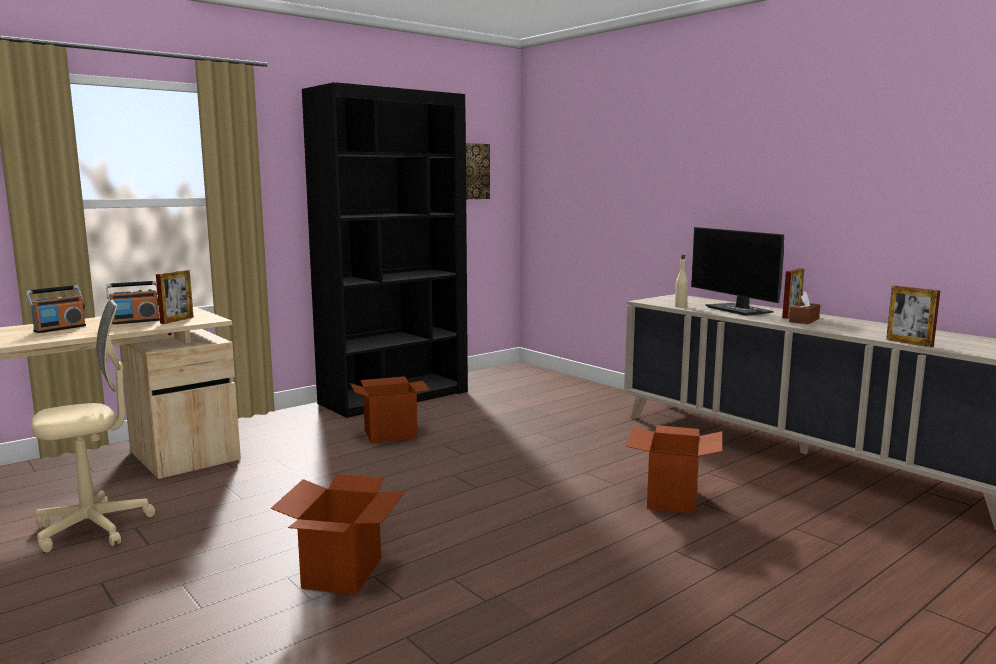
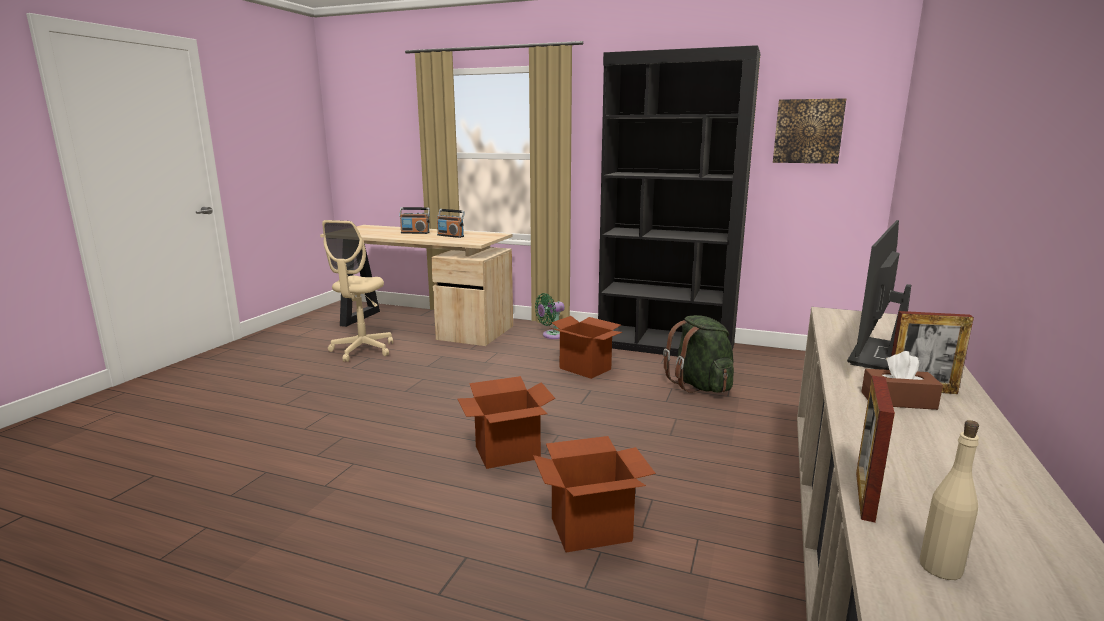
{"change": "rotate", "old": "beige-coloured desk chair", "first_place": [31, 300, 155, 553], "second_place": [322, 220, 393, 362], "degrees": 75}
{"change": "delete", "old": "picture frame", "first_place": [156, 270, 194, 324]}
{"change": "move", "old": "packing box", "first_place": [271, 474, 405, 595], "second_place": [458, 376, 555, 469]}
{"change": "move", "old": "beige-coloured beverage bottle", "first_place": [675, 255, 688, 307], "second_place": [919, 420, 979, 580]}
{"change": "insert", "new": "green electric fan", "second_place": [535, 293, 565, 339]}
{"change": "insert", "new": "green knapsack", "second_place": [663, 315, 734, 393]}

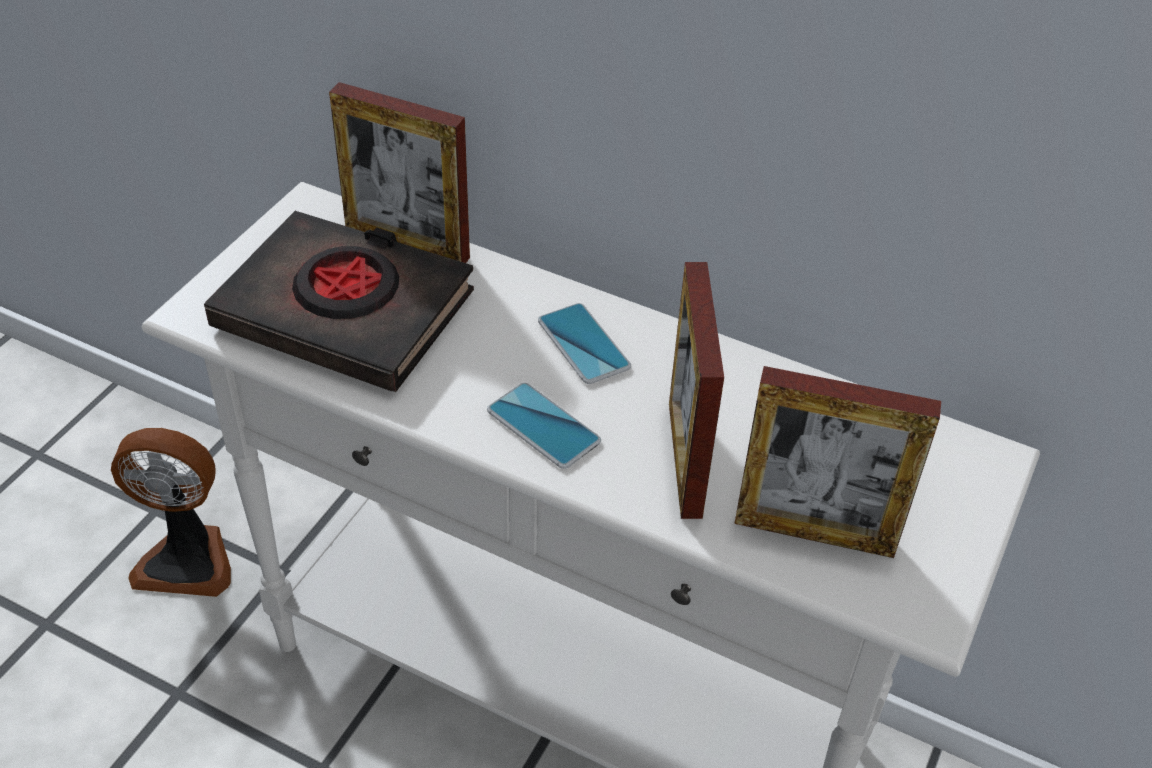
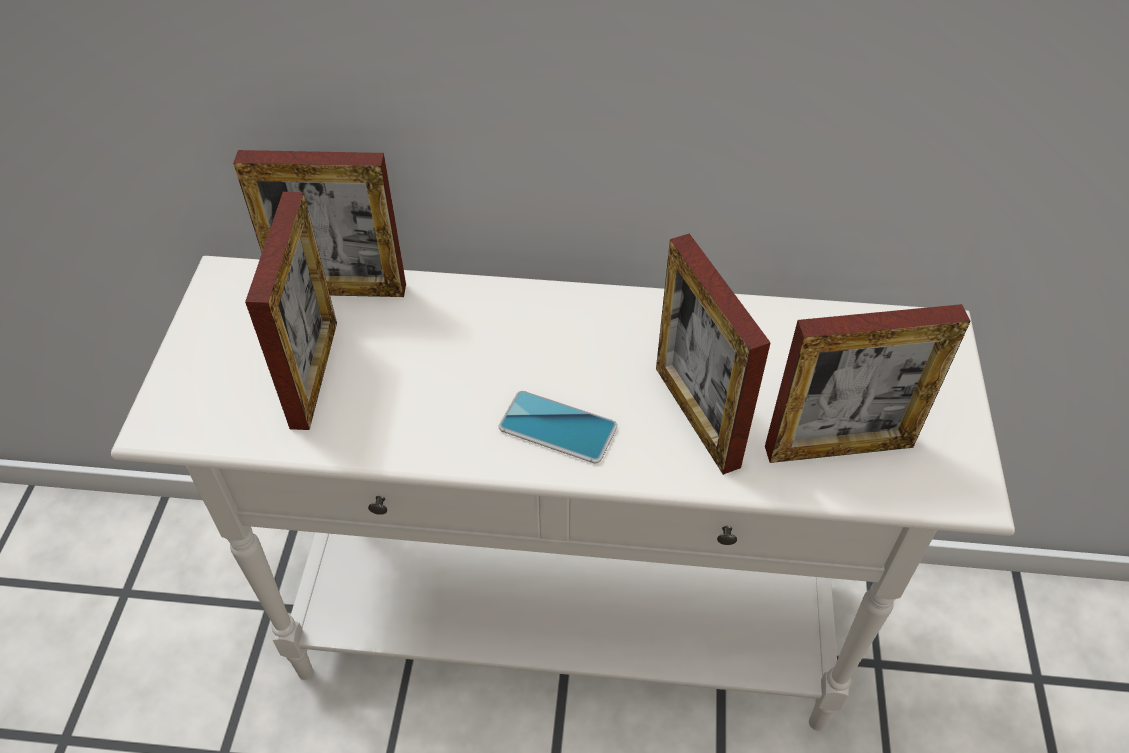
{"change": "delete", "old": "electric fan", "first_place": [111, 428, 231, 597]}
{"change": "replace", "old": "black volume", "new": "picture frame", "first_place": [204, 211, 474, 392], "second_place": [245, 192, 337, 430]}
{"change": "delete", "old": "handset", "first_place": [538, 303, 631, 384]}

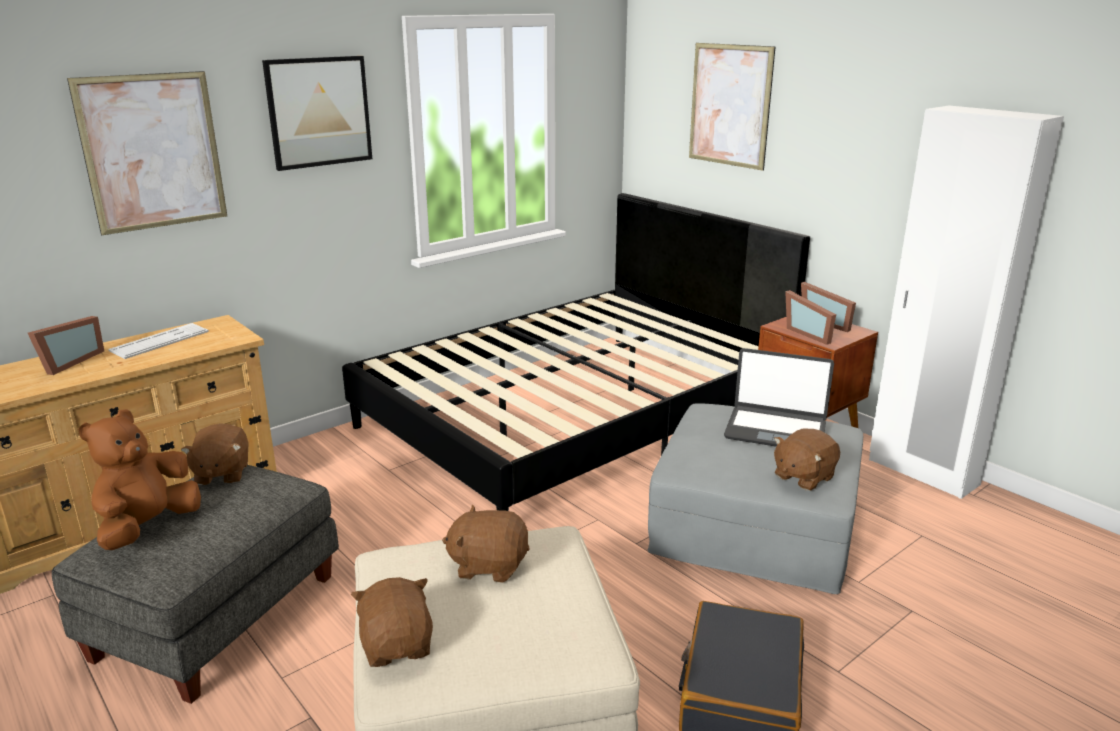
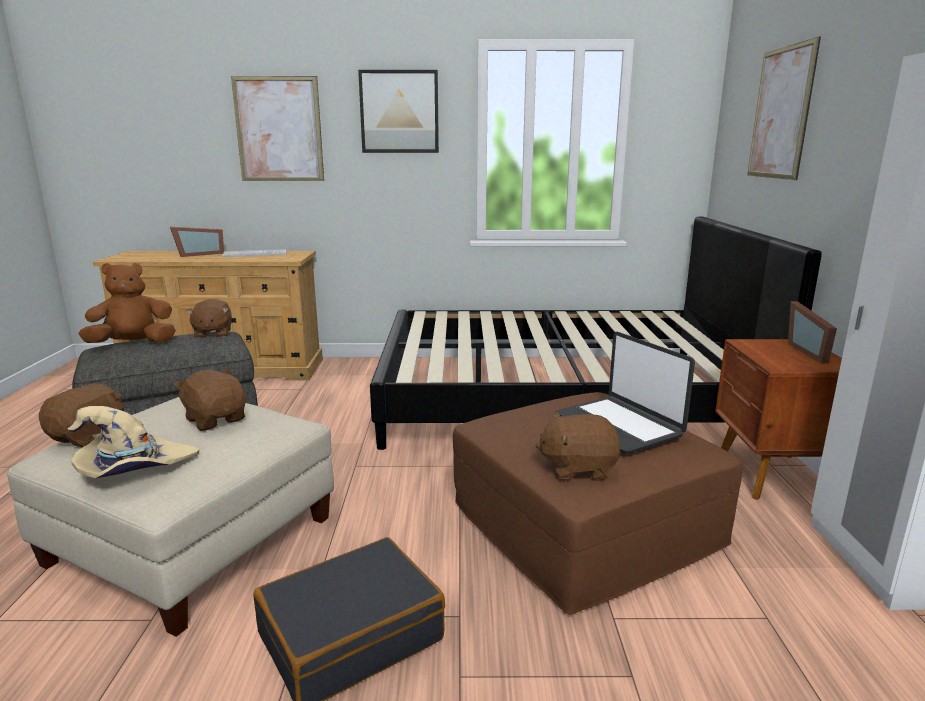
{"change": "rotate", "old": "brownish soft toy", "first_place": [181, 423, 249, 485], "second_place": [186, 299, 232, 338], "degrees": -45}
{"change": "recolor", "old": "gray ottoman", "new": "brownish ottoman", "first_place": [648, 404, 863, 594], "second_place": [453, 392, 742, 615]}
{"change": "delete", "old": "picture frame", "first_place": [785, 290, 836, 345]}
{"change": "insert", "new": "beige-coloured clothing hat", "second_place": [68, 406, 199, 478]}

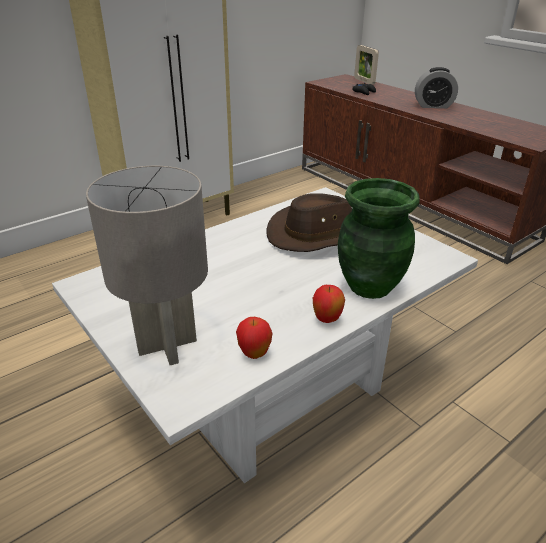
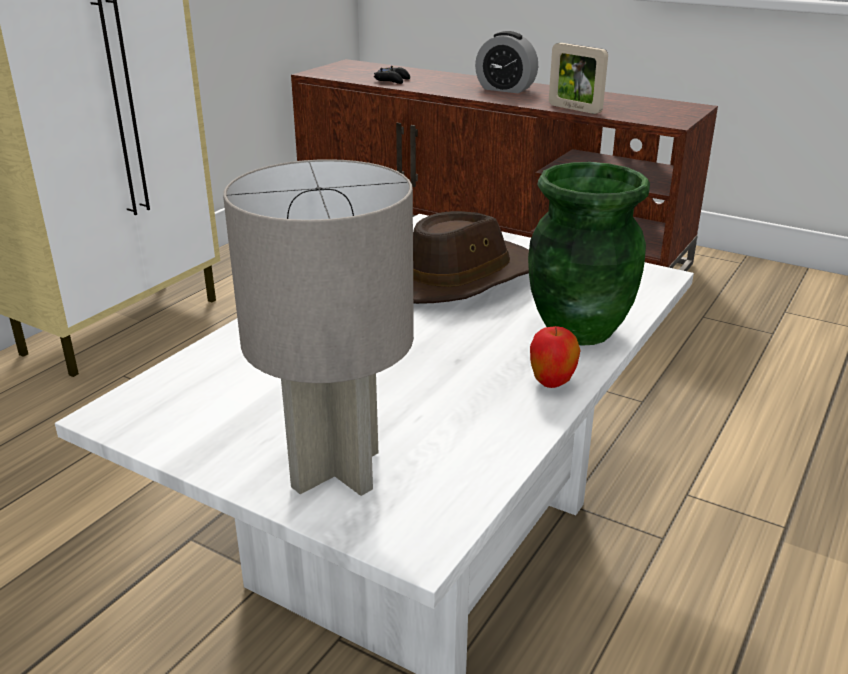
{"change": "delete", "old": "apple fruit", "first_place": [236, 317, 273, 359]}
{"change": "move", "old": "picture frame", "first_place": [354, 45, 379, 84], "second_place": [549, 43, 608, 114]}
{"change": "rotate", "old": "bedside clock", "first_place": [415, 67, 458, 108], "second_place": [475, 31, 538, 93], "degrees": 45}

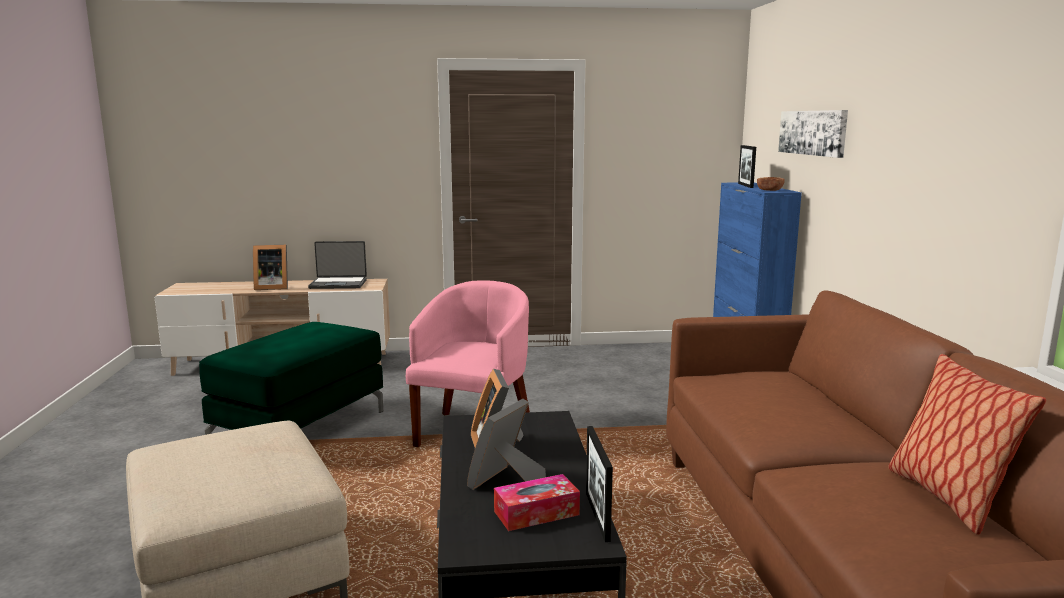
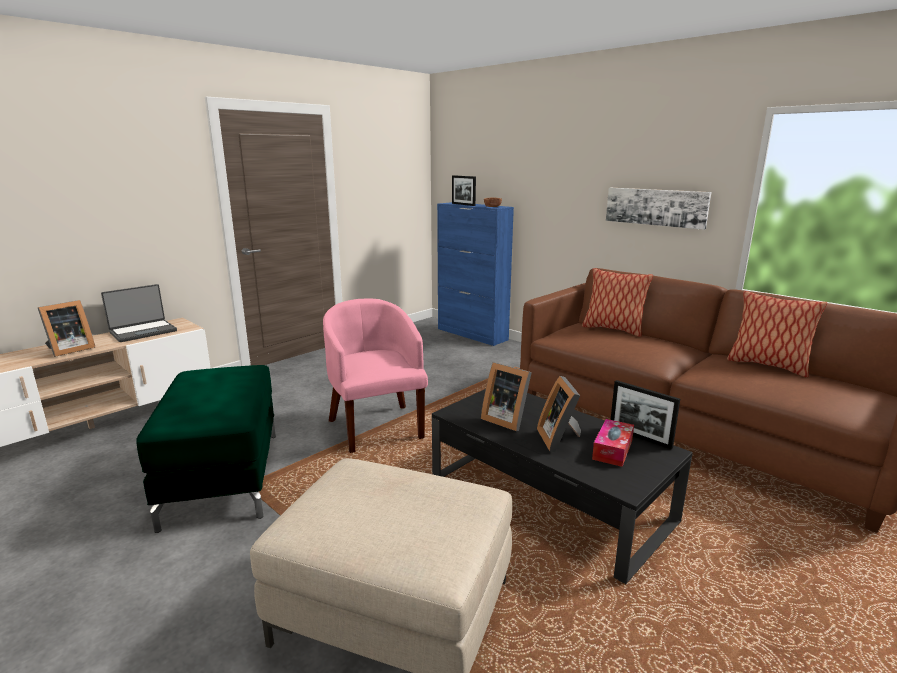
{"change": "move", "old": "picture", "first_place": [778, 110, 848, 158], "second_place": [606, 188, 712, 230]}
{"change": "insert", "new": "throw pillow", "second_place": [582, 268, 653, 337]}

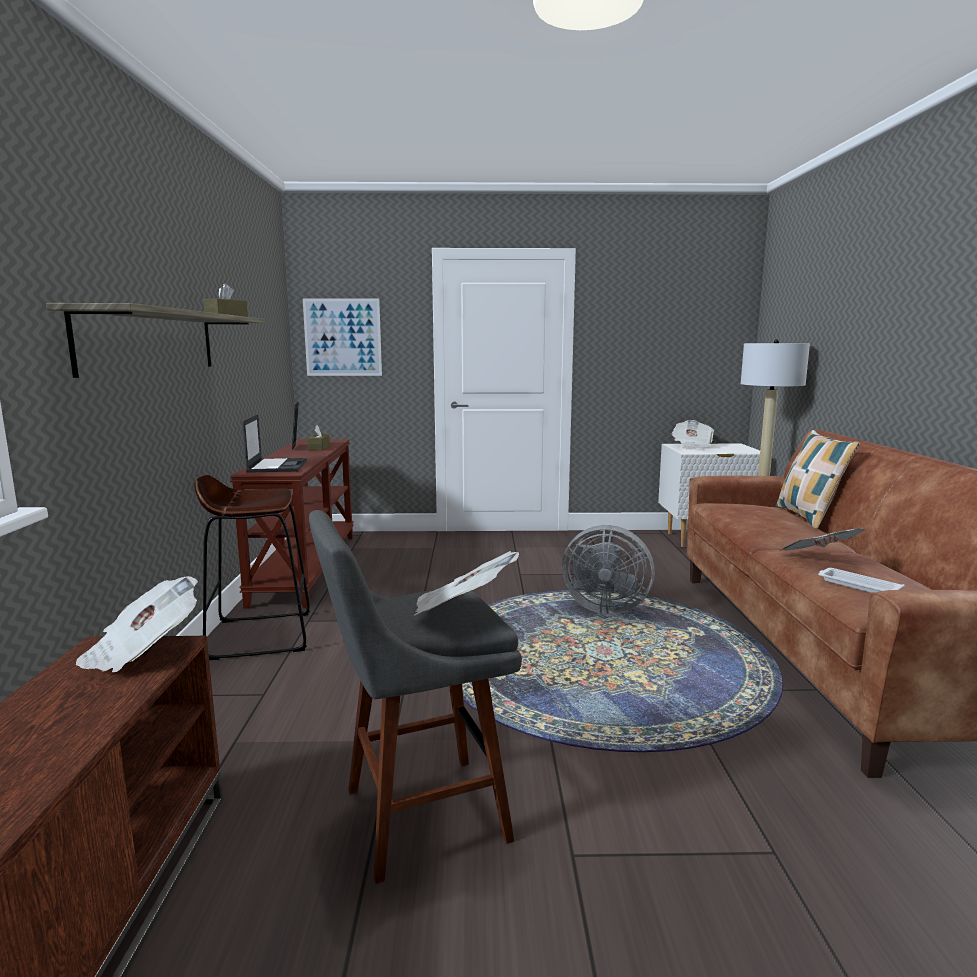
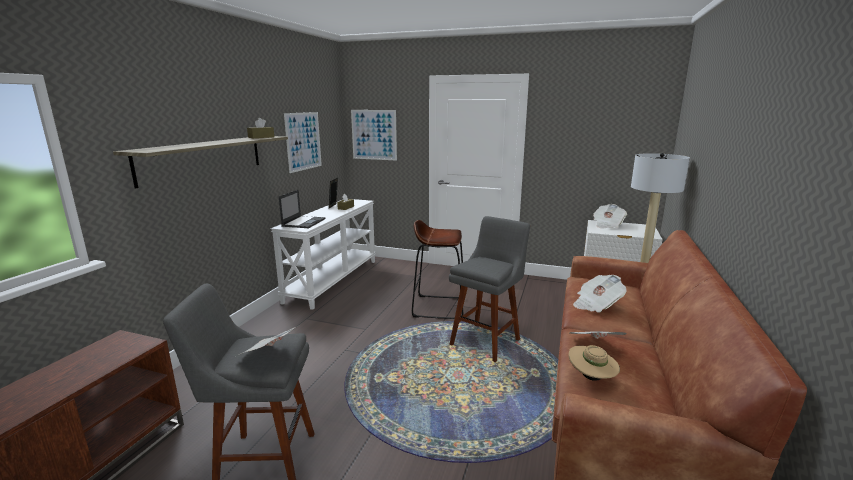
{"change": "move", "old": "printed paper", "first_place": [76, 576, 198, 673], "second_place": [573, 275, 627, 313]}
{"change": "move", "old": "brownish stool", "first_place": [194, 475, 310, 660], "second_place": [412, 220, 463, 319]}
{"change": "recolor", "old": "brownish narrow table", "new": "white-coloured narrow table", "first_place": [230, 439, 354, 609], "second_place": [271, 199, 376, 310]}
{"change": "replace", "old": "gray electric fan", "new": "gray stool", "first_place": [562, 525, 655, 615], "second_place": [449, 216, 530, 362]}
{"change": "delete", "old": "throw pillow", "first_place": [776, 430, 860, 529]}
{"change": "replace", "old": "white-coloured carrying tray", "new": "beige-coloured clothing hat", "first_place": [818, 568, 905, 593], "second_place": [568, 345, 620, 381]}
{"change": "insert", "new": "picture", "second_place": [284, 112, 322, 173]}

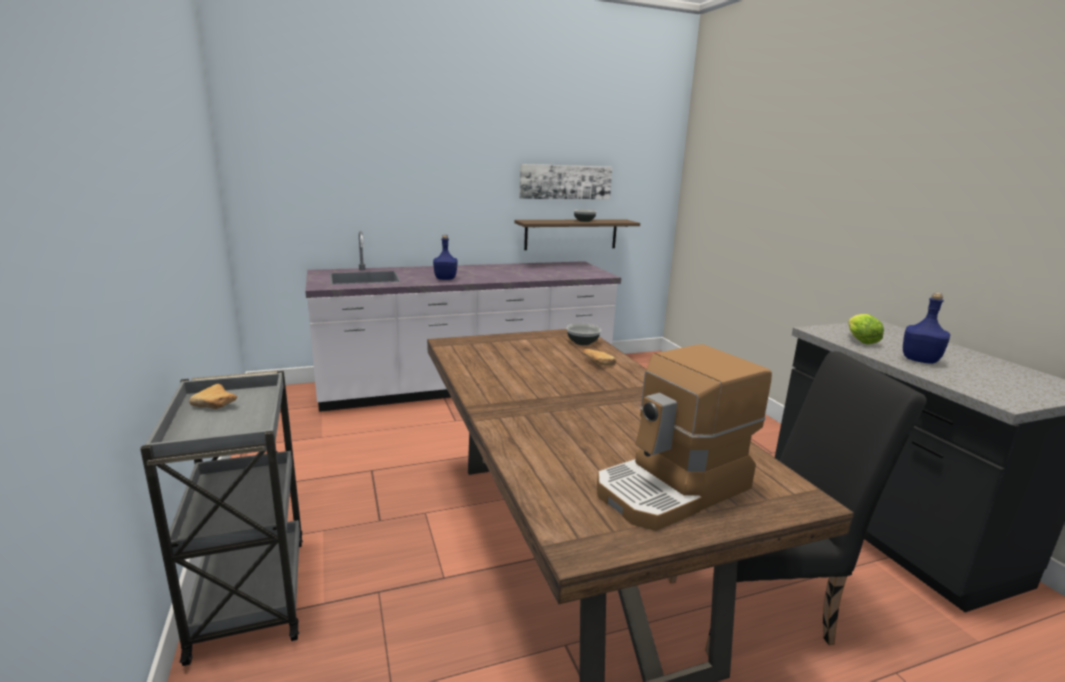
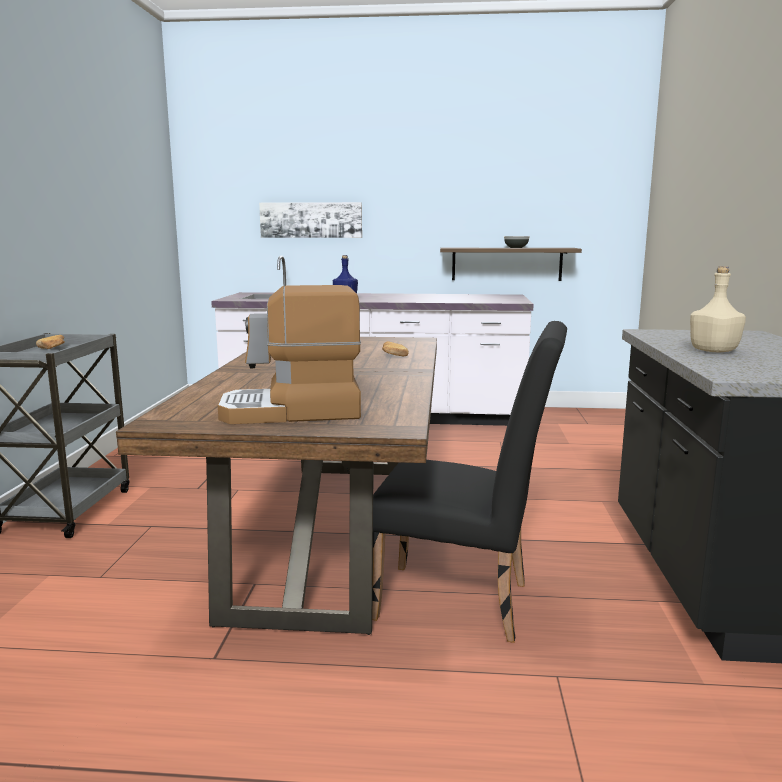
{"change": "move", "old": "picture", "first_place": [519, 164, 612, 200], "second_place": [259, 202, 362, 238]}
{"change": "delete", "old": "deep dish", "first_place": [566, 323, 601, 345]}
{"change": "delete", "old": "lettuce head", "first_place": [848, 314, 884, 345]}
{"change": "recolor", "old": "bluish beverage bottle", "new": "beige-coloured beverage bottle", "first_place": [903, 293, 950, 364], "second_place": [690, 266, 746, 352]}

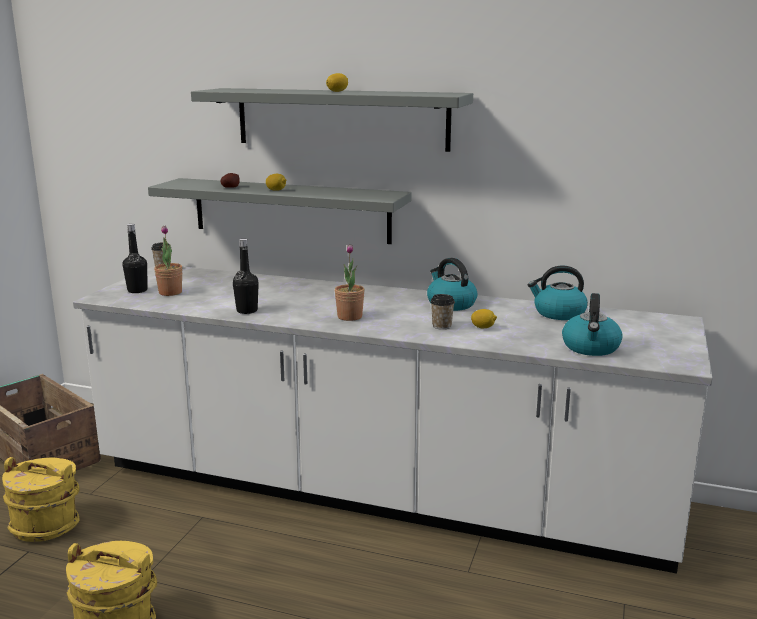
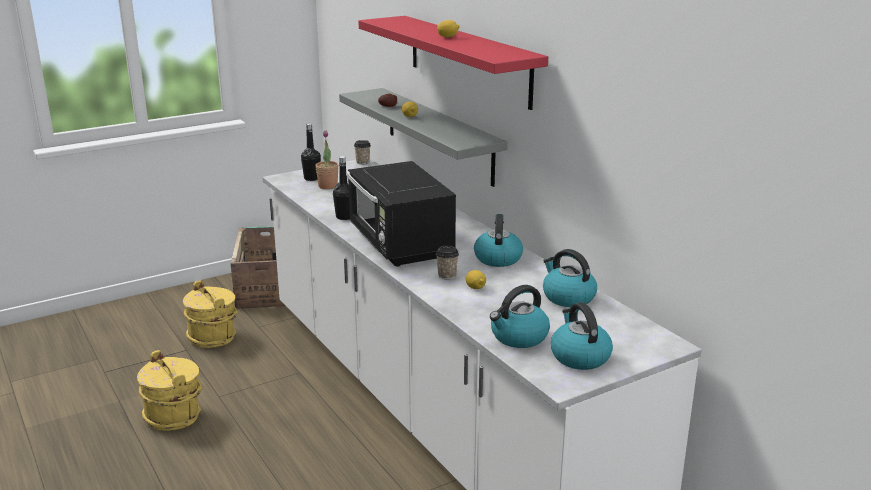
{"change": "recolor", "old": "gray wall shelf", "new": "red wall shelf", "first_place": [191, 88, 473, 152], "second_place": [359, 16, 548, 110]}
{"change": "replace", "old": "houseplant", "new": "black microwave", "first_place": [335, 244, 365, 321], "second_place": [346, 161, 456, 266]}
{"change": "insert", "new": "kettle", "second_place": [551, 302, 613, 370]}

